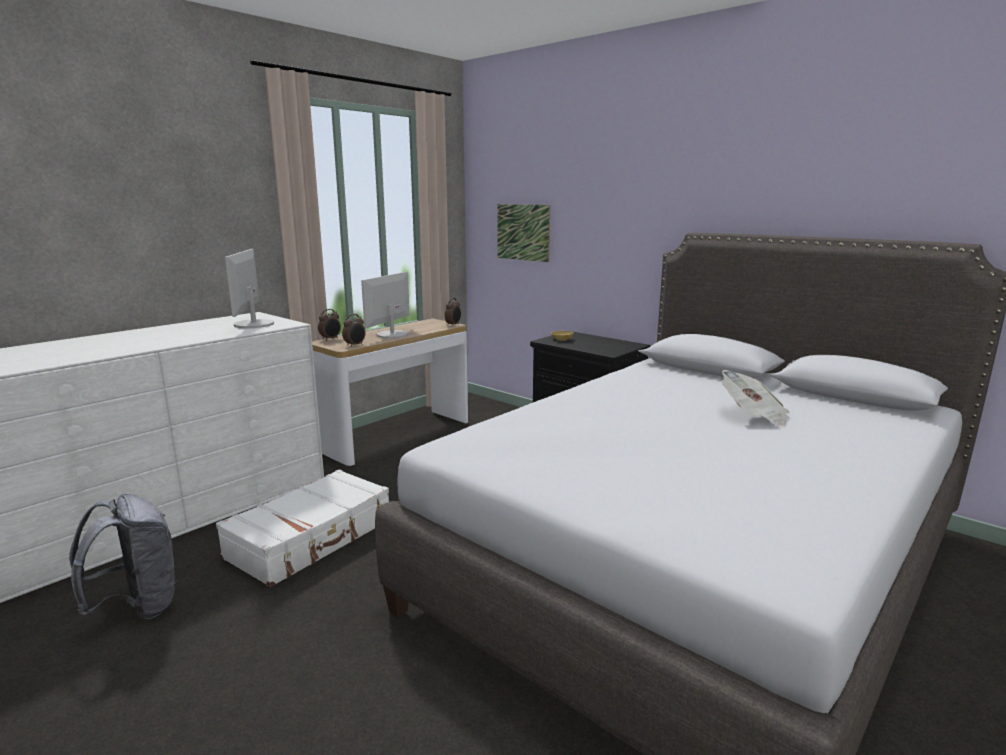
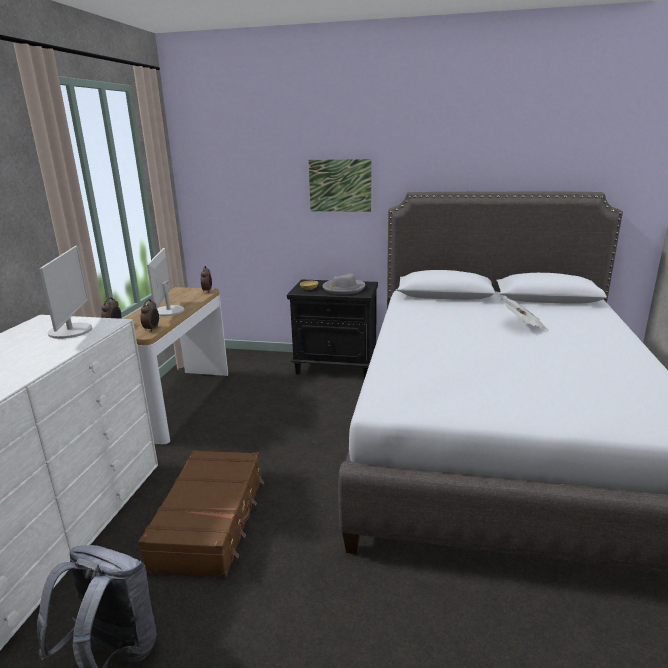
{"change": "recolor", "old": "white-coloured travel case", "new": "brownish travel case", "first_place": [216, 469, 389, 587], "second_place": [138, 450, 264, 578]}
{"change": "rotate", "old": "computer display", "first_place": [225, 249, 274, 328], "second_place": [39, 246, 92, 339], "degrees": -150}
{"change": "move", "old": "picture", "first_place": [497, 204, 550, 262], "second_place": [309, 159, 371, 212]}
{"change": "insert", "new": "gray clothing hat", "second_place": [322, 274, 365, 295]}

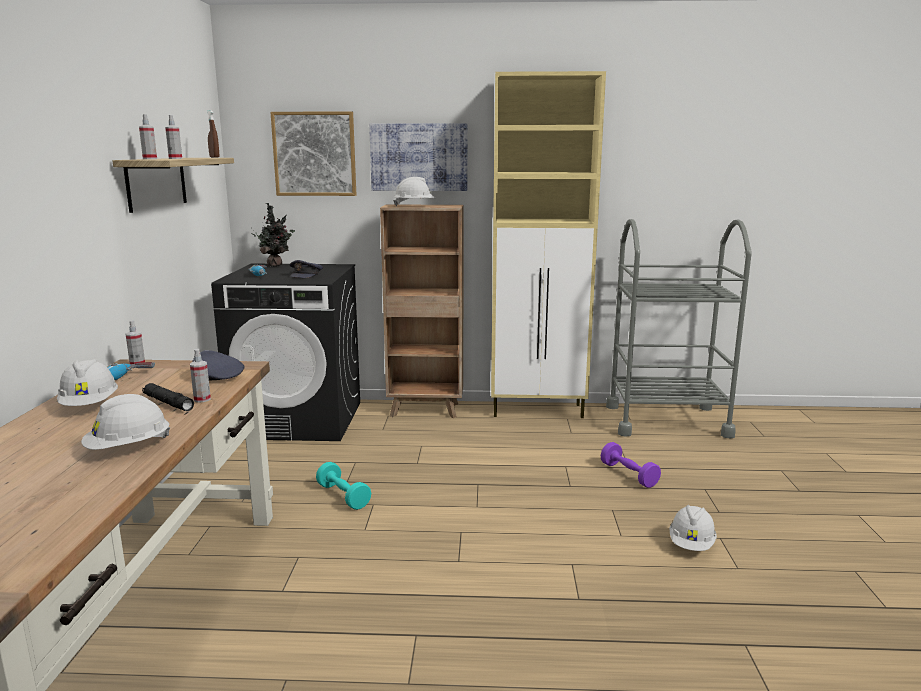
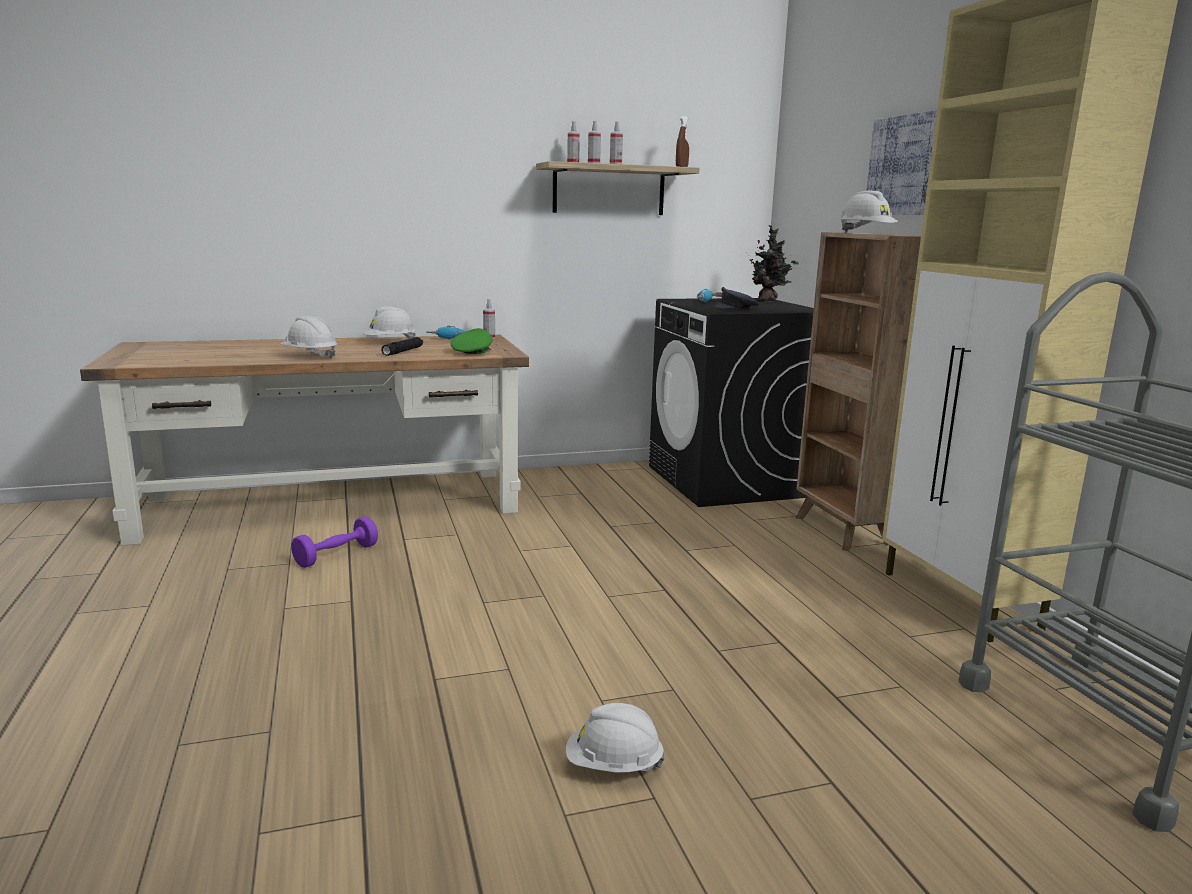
{"change": "move", "old": "spray bottle", "first_place": [190, 349, 211, 403], "second_place": [610, 122, 623, 164]}
{"change": "recolor", "old": "gray cap", "new": "green cap", "first_place": [192, 350, 244, 380], "second_place": [450, 328, 493, 354]}
{"change": "delete", "old": "picture", "first_place": [270, 112, 356, 196]}
{"change": "delete", "old": "turquoise hand weight", "first_place": [316, 462, 371, 510]}
{"change": "move", "old": "purple hand weight", "first_place": [601, 442, 661, 488], "second_place": [291, 516, 378, 568]}

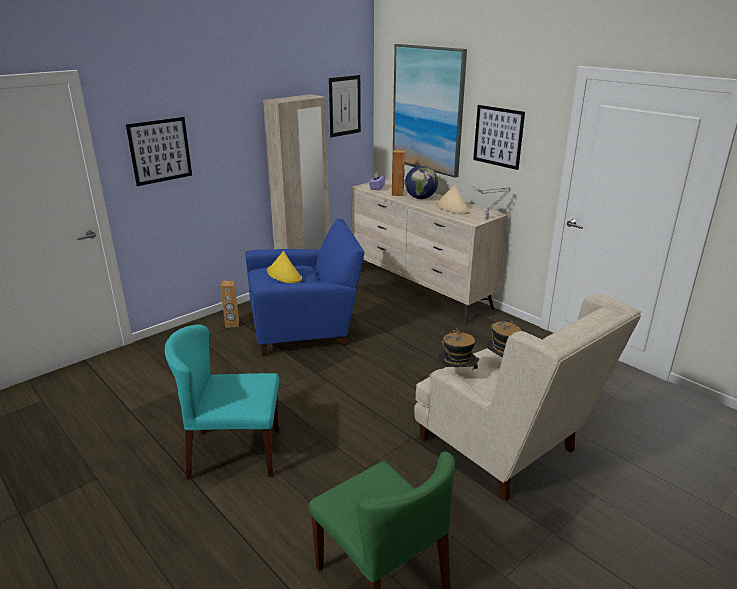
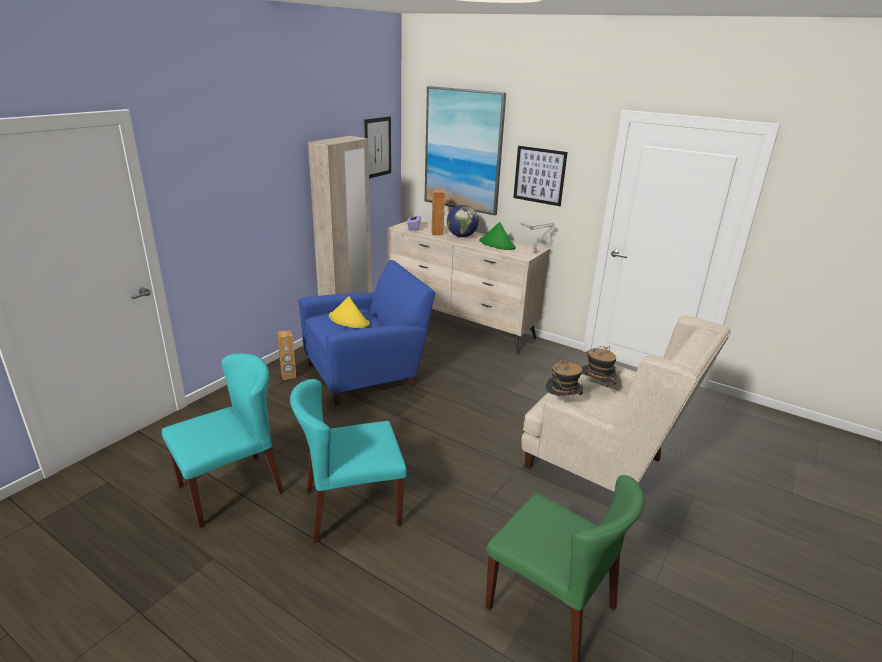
{"change": "delete", "old": "picture", "first_place": [126, 117, 192, 186]}
{"change": "recolor", "old": "beige-coloured clothing hat", "new": "green clothing hat", "first_place": [436, 185, 470, 214], "second_place": [479, 222, 516, 250]}
{"change": "insert", "new": "turquoise upright chair", "second_place": [162, 353, 284, 528]}

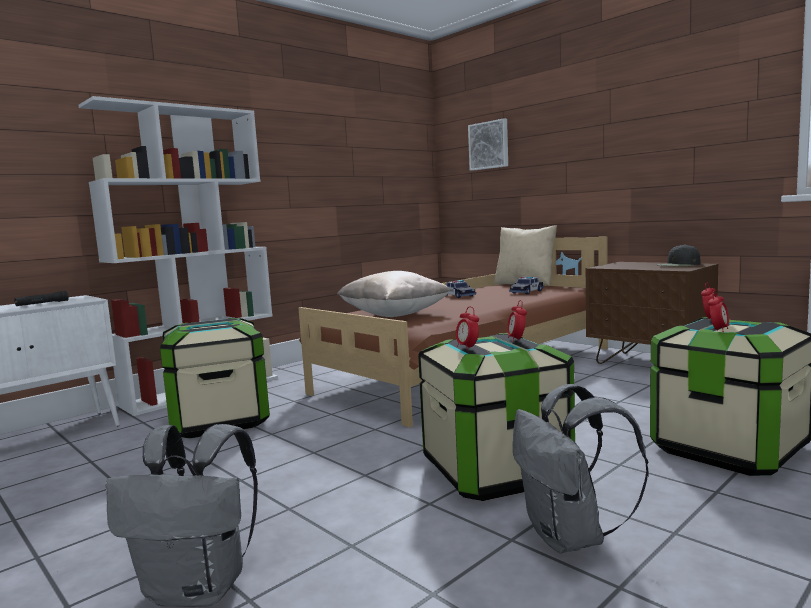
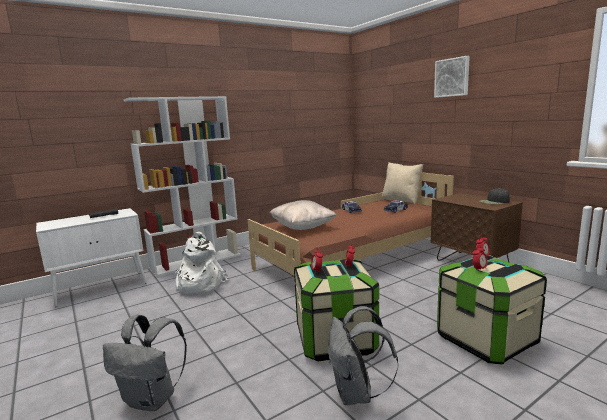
{"change": "replace", "old": "storage bin", "new": "white-coloured knapsack", "first_place": [160, 318, 270, 438], "second_place": [175, 232, 229, 294]}
{"change": "move", "old": "picture", "first_place": [468, 118, 508, 171], "second_place": [434, 56, 470, 98]}

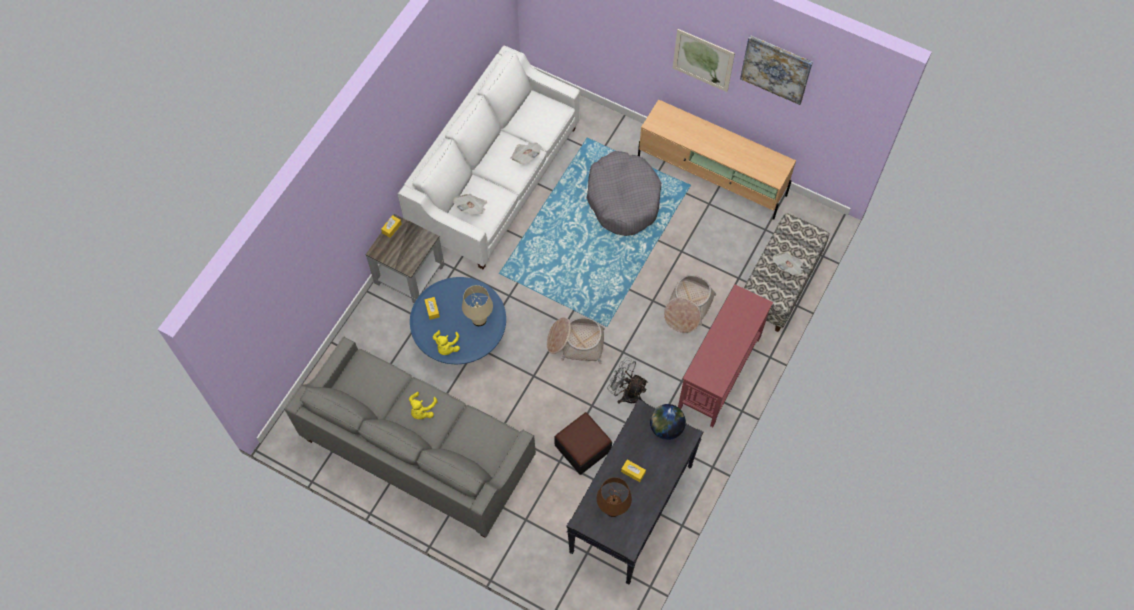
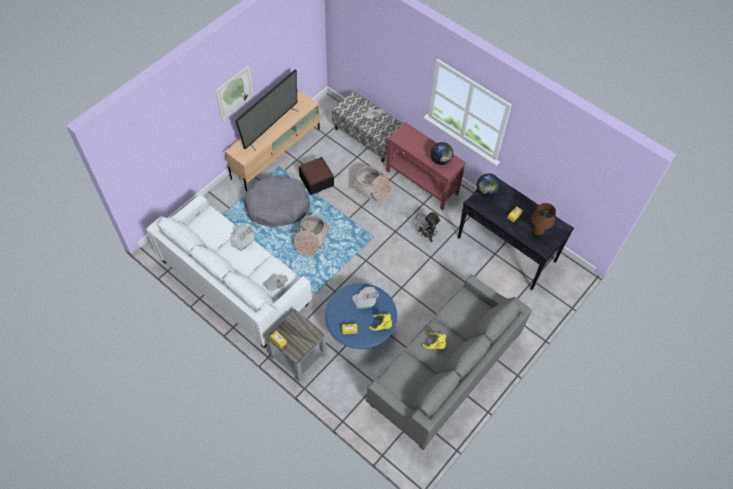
{"change": "replace", "old": "beige-coloured tabletop lamp", "new": "printed paper", "first_place": [462, 285, 493, 326], "second_place": [352, 287, 379, 309]}
{"change": "move", "old": "storage basket", "first_place": [547, 317, 605, 364], "second_place": [294, 215, 330, 256]}
{"change": "move", "old": "ottoman", "first_place": [554, 412, 612, 475], "second_place": [299, 157, 334, 195]}
{"change": "delete", "old": "picture", "first_place": [740, 35, 813, 105]}
{"change": "insert", "new": "TV", "second_place": [235, 70, 298, 150]}
{"change": "insert", "new": "desk globe", "second_place": [431, 142, 453, 165]}

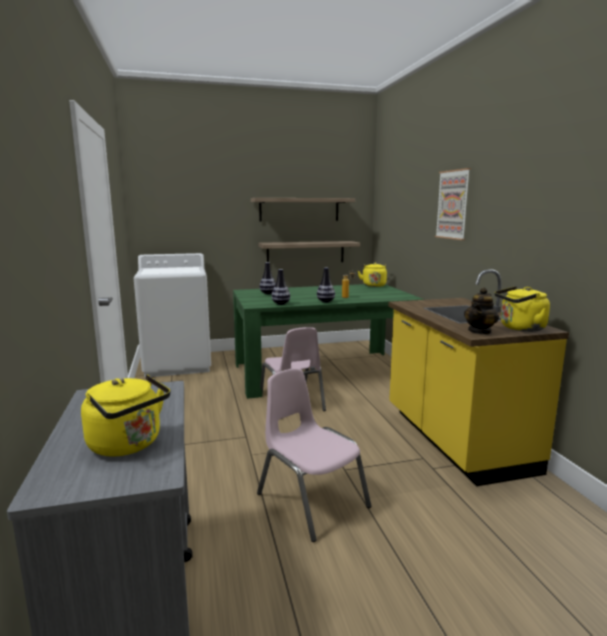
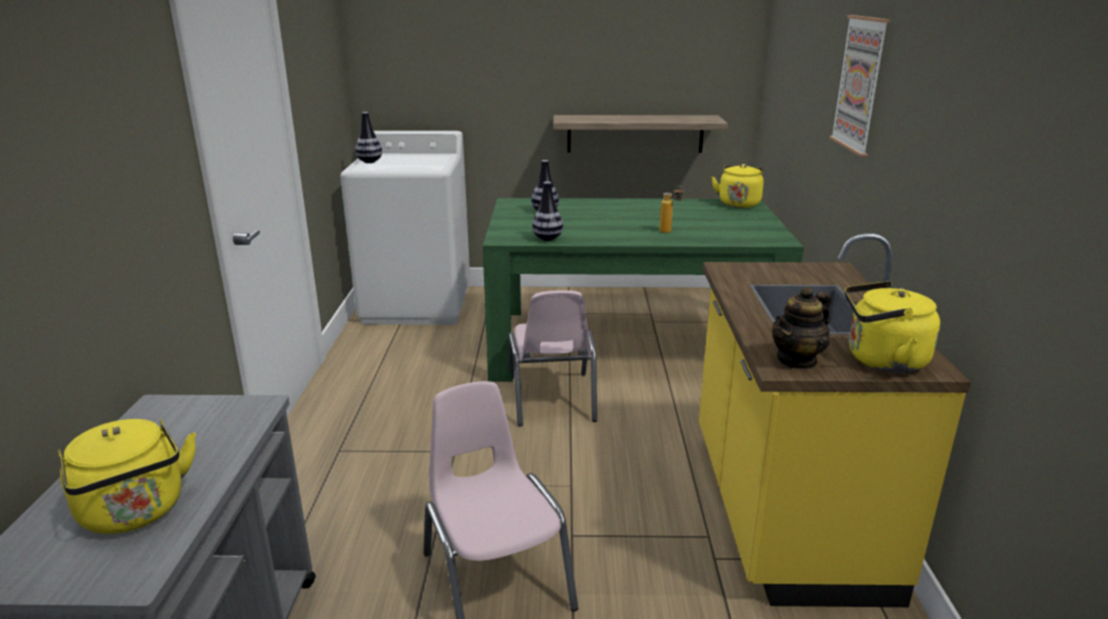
{"change": "delete", "old": "wall shelf", "first_place": [251, 198, 355, 221]}
{"change": "move", "old": "flower vase", "first_place": [317, 268, 335, 303], "second_place": [355, 112, 382, 163]}

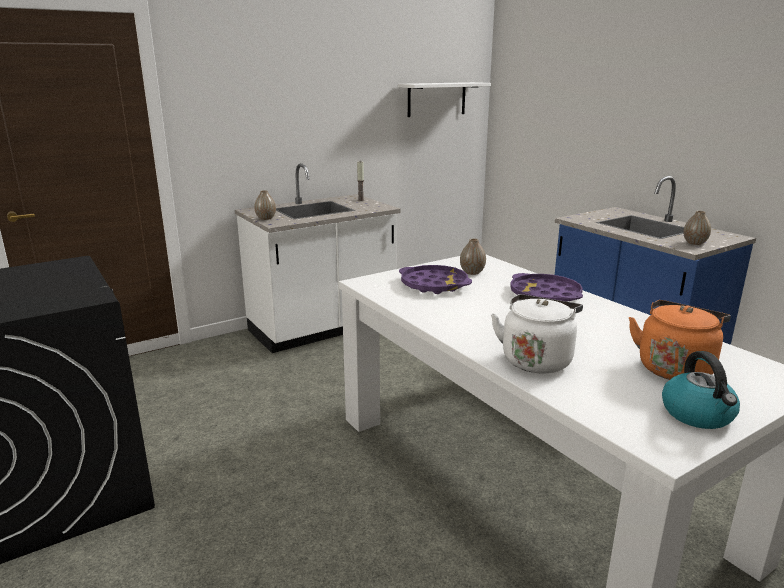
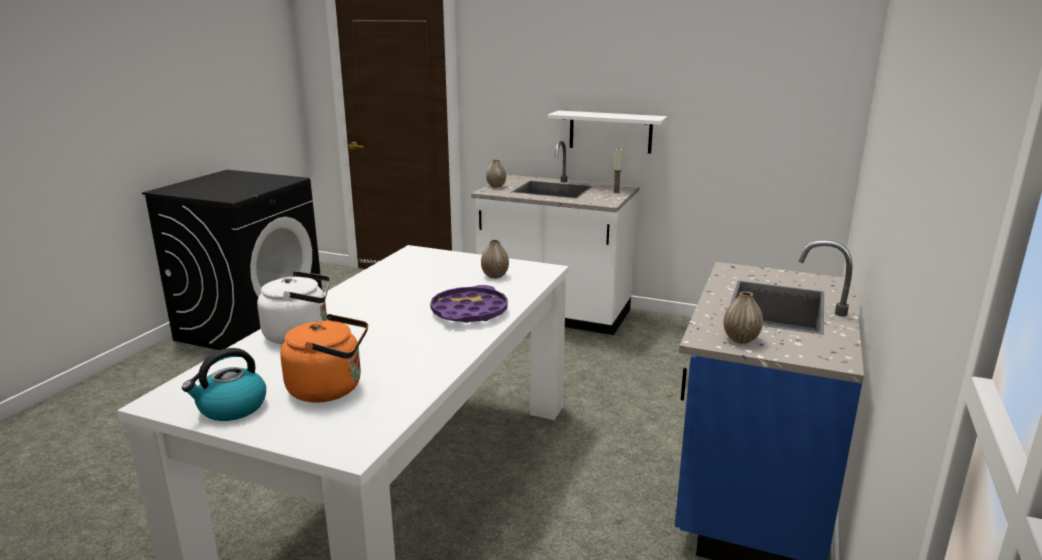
{"change": "move", "old": "white-coloured wall shelf", "first_place": [398, 82, 491, 117], "second_place": [548, 110, 668, 154]}
{"change": "delete", "old": "purple carrying tray", "first_place": [399, 265, 472, 294]}

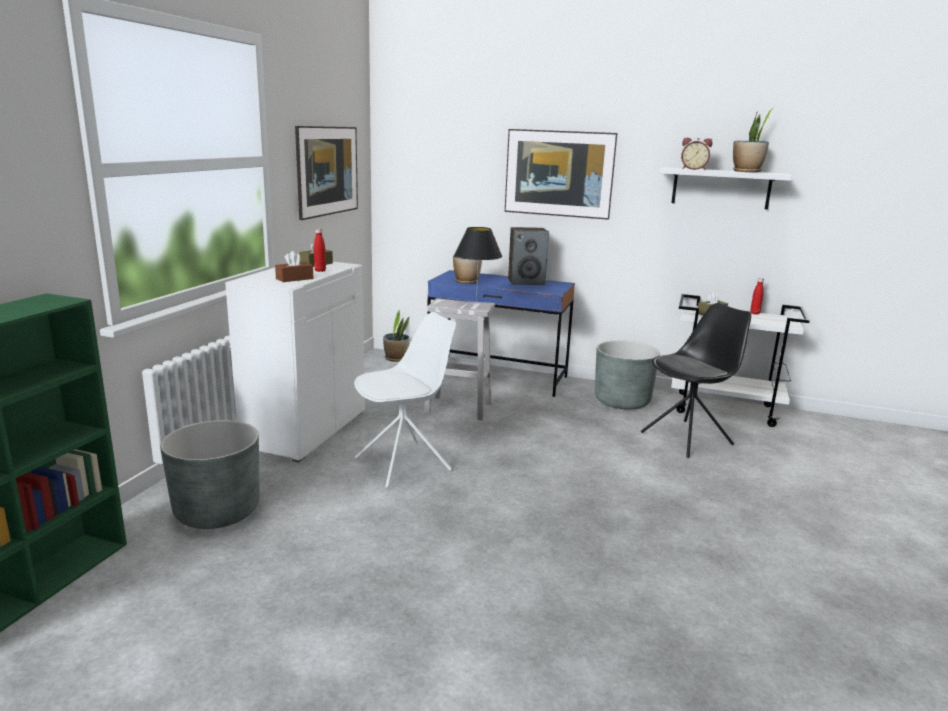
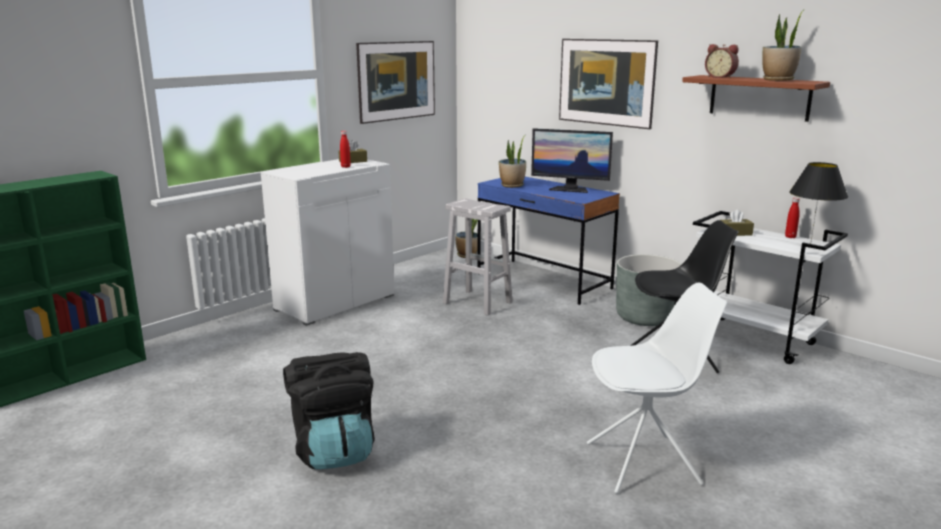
{"change": "delete", "old": "gray plant pot", "first_place": [160, 420, 259, 529]}
{"change": "delete", "old": "brownish tissue box", "first_place": [275, 251, 314, 282]}
{"change": "move", "old": "white-coloured upright chair", "first_place": [354, 312, 457, 488], "second_place": [587, 283, 727, 494]}
{"change": "move", "old": "black tabletop lamp", "first_place": [454, 227, 502, 305], "second_place": [789, 162, 848, 244]}
{"change": "replace", "old": "loudspeaker", "new": "computer display", "first_place": [508, 227, 549, 285], "second_place": [531, 128, 613, 193]}
{"change": "recolor", "old": "white-coloured wall shelf", "new": "brownish wall shelf", "first_place": [659, 167, 792, 210], "second_place": [682, 75, 830, 122]}
{"change": "insert", "new": "black knapsack", "second_place": [283, 352, 375, 469]}

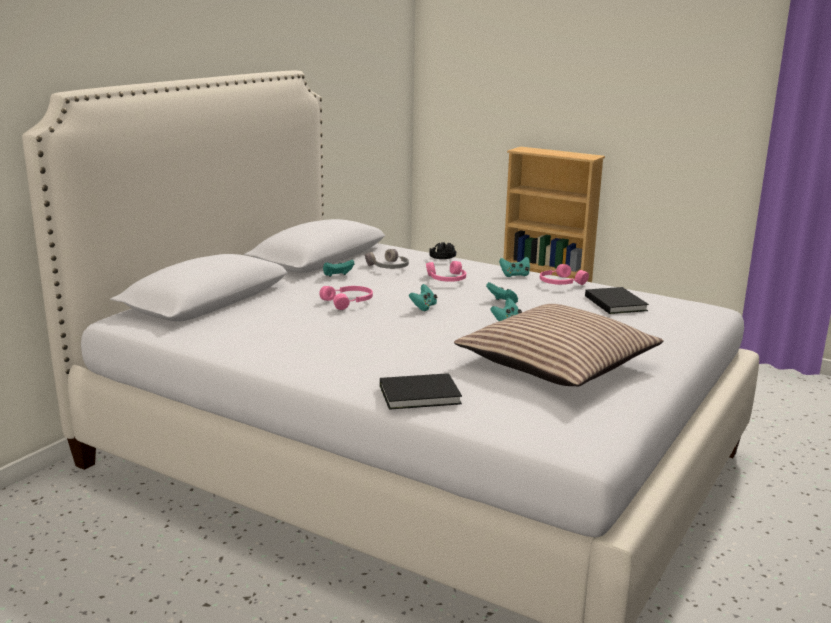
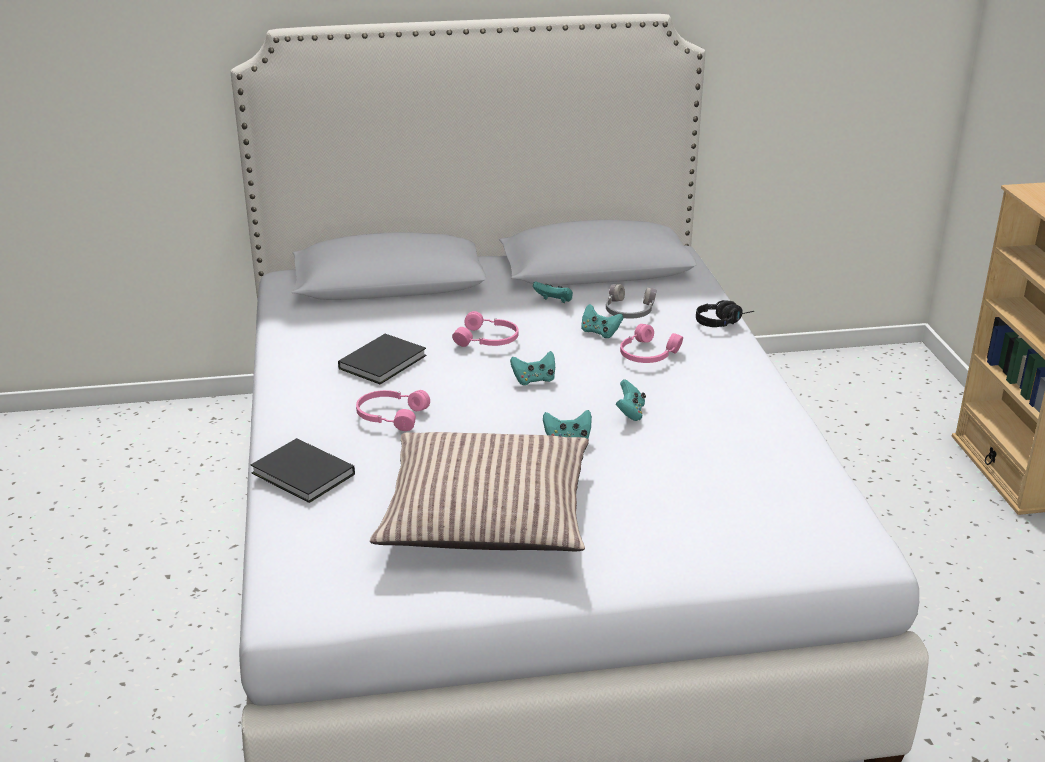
{"change": "move", "old": "turquoise joypad", "first_place": [499, 257, 530, 277], "second_place": [581, 304, 623, 338]}
{"change": "move", "old": "pink headphones", "first_place": [540, 264, 589, 285], "second_place": [356, 390, 430, 431]}
{"change": "move", "old": "black volume", "first_place": [585, 287, 649, 314], "second_place": [338, 334, 426, 384]}

